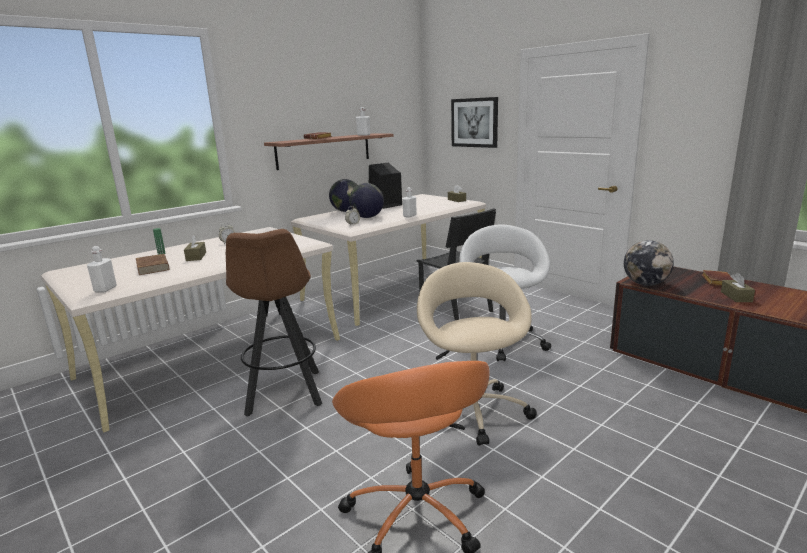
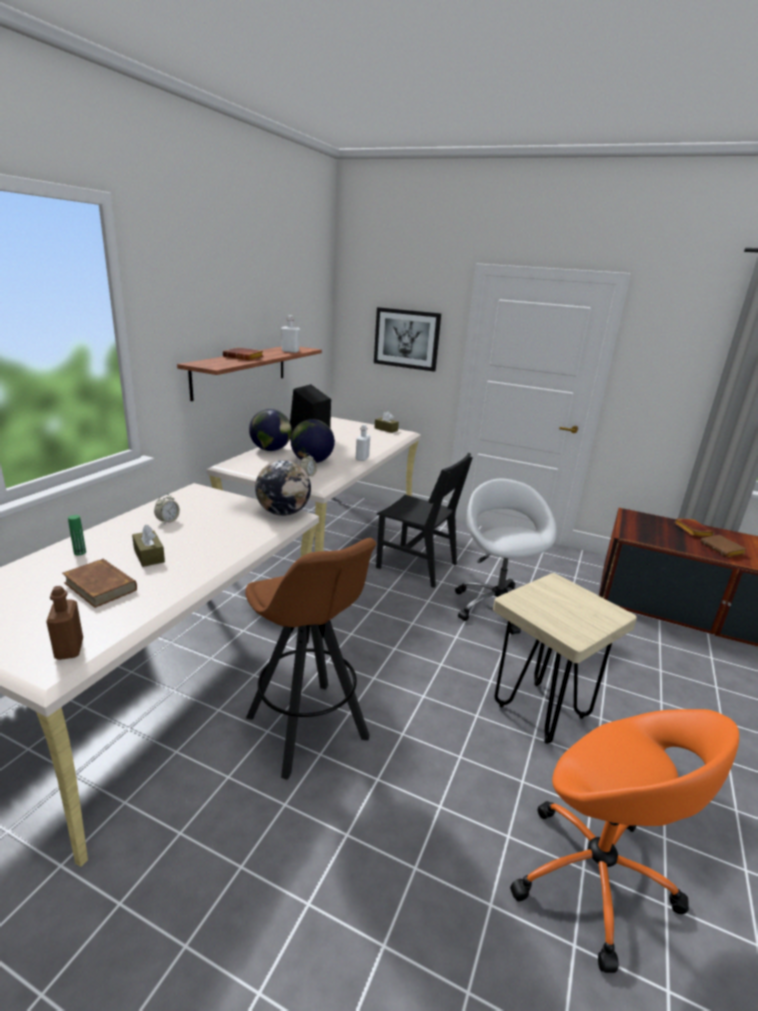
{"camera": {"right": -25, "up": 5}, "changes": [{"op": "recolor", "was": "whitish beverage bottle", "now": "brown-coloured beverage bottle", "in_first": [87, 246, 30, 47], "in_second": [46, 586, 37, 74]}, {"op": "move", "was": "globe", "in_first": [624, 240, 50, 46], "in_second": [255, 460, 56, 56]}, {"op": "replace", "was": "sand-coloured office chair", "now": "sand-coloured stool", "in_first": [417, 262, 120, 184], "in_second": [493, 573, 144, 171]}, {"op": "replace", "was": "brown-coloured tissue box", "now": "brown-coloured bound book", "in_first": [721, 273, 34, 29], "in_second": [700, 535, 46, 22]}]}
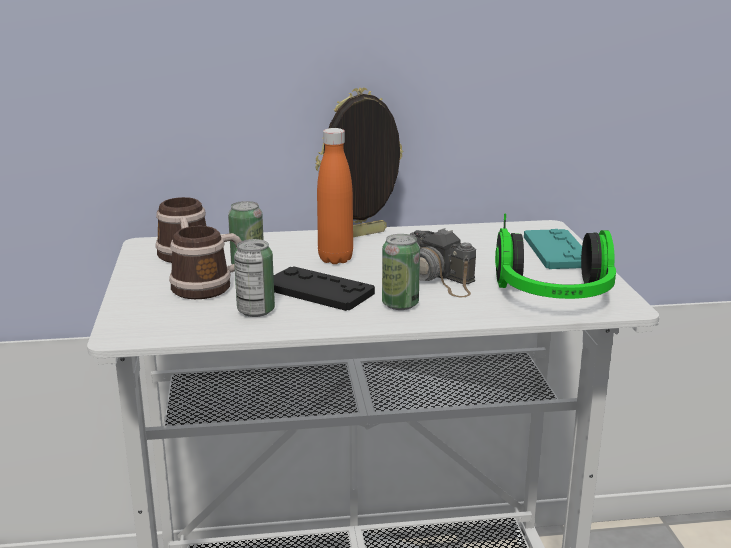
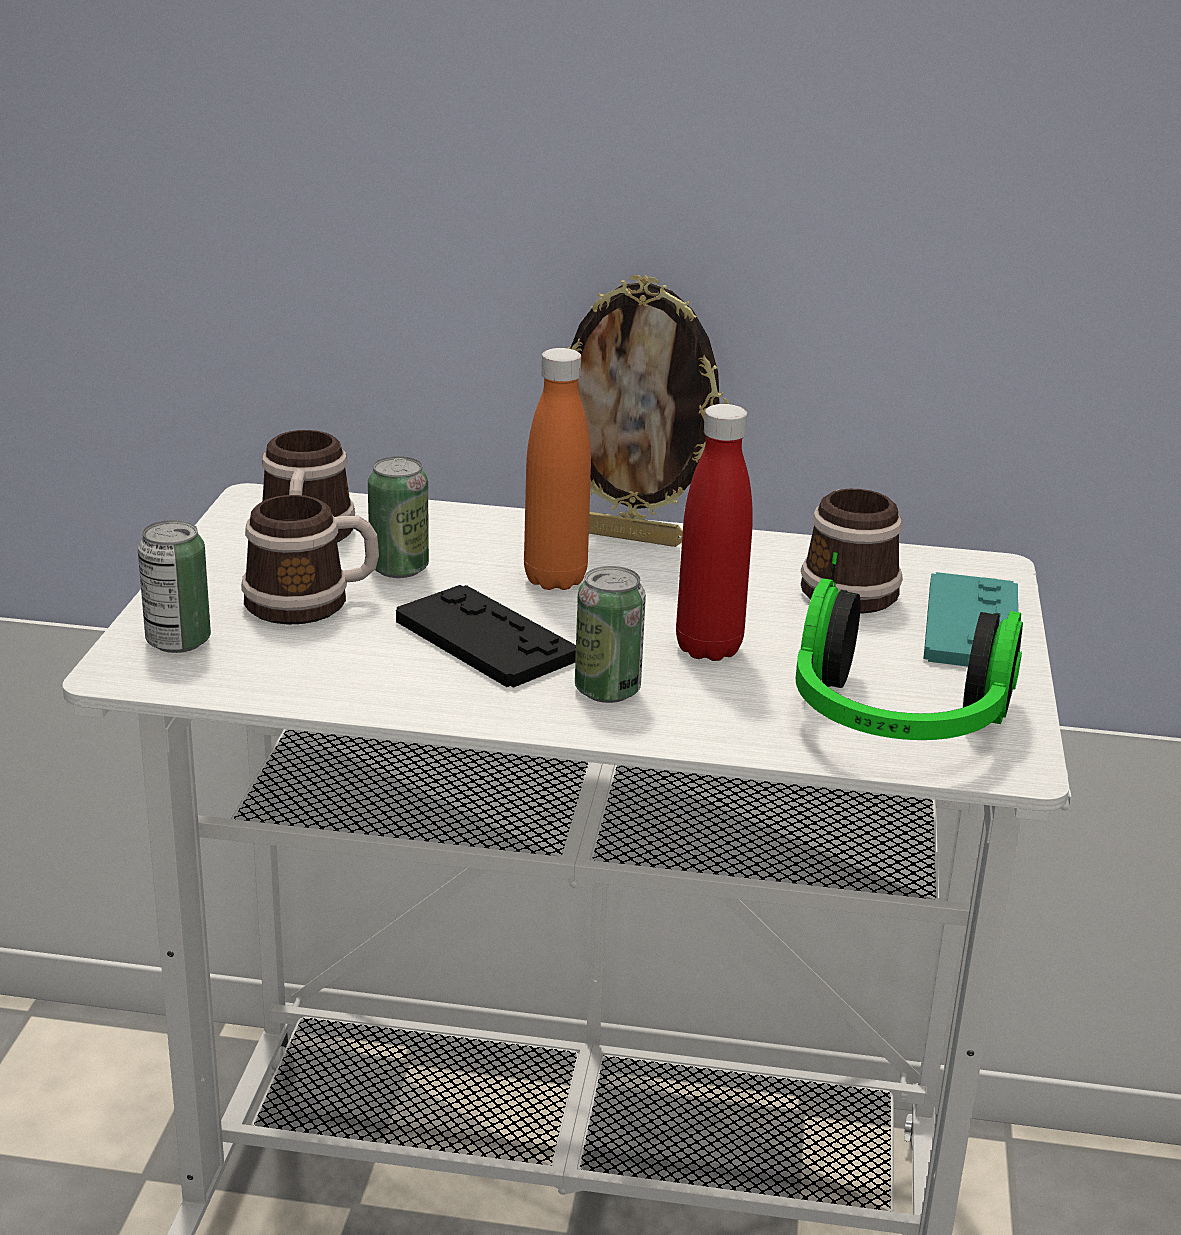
{"camera": {"right": 15, "up": 5}, "changes": [{"op": "move", "was": "can", "in_first": [234, 239, 41, 78], "in_second": [138, 520, 73, 133]}, {"op": "rotate", "was": "standing frame", "in_first": [316, 88, 87, 149], "in_second": [567, 274, 162, 273], "clockwise": -150}, {"op": "replace", "was": "photo camera", "now": "red beverage bottle", "in_first": [410, 228, 66, 69], "in_second": [676, 404, 77, 257]}, {"op": "insert", "now": "coffee mug", "in_second": [801, 489, 102, 125]}]}
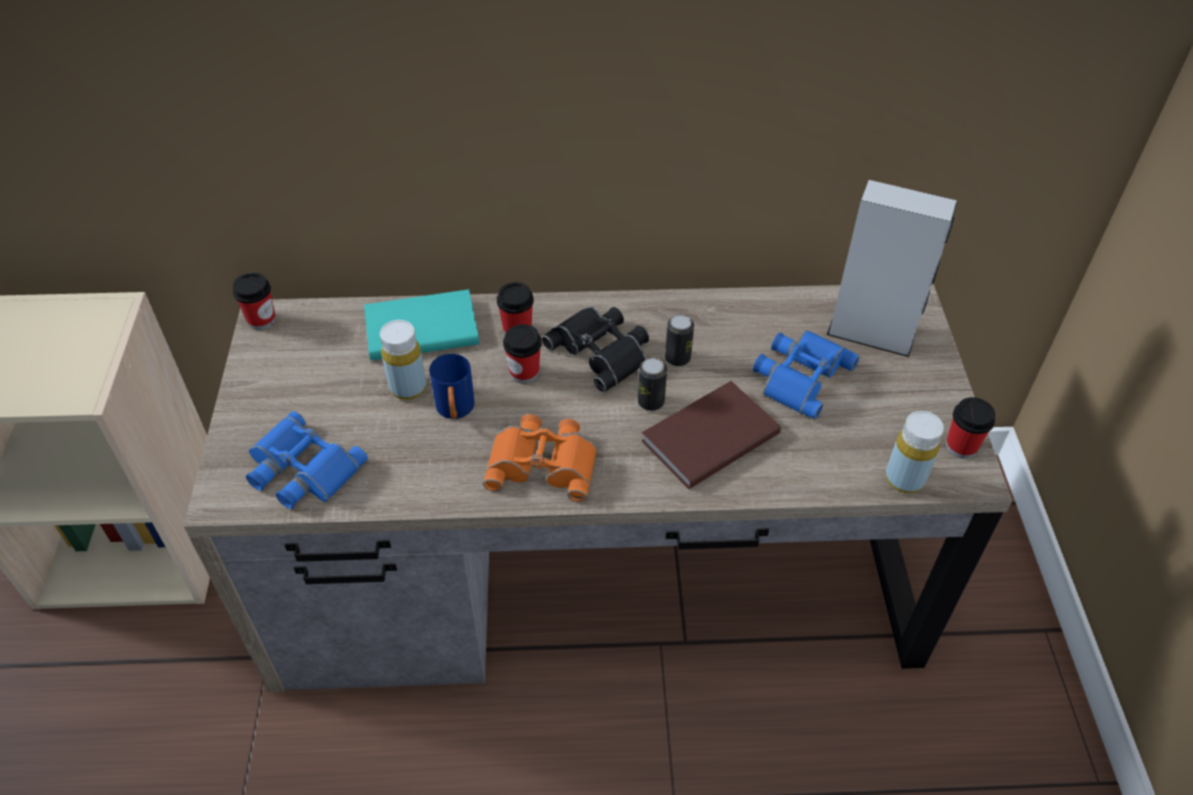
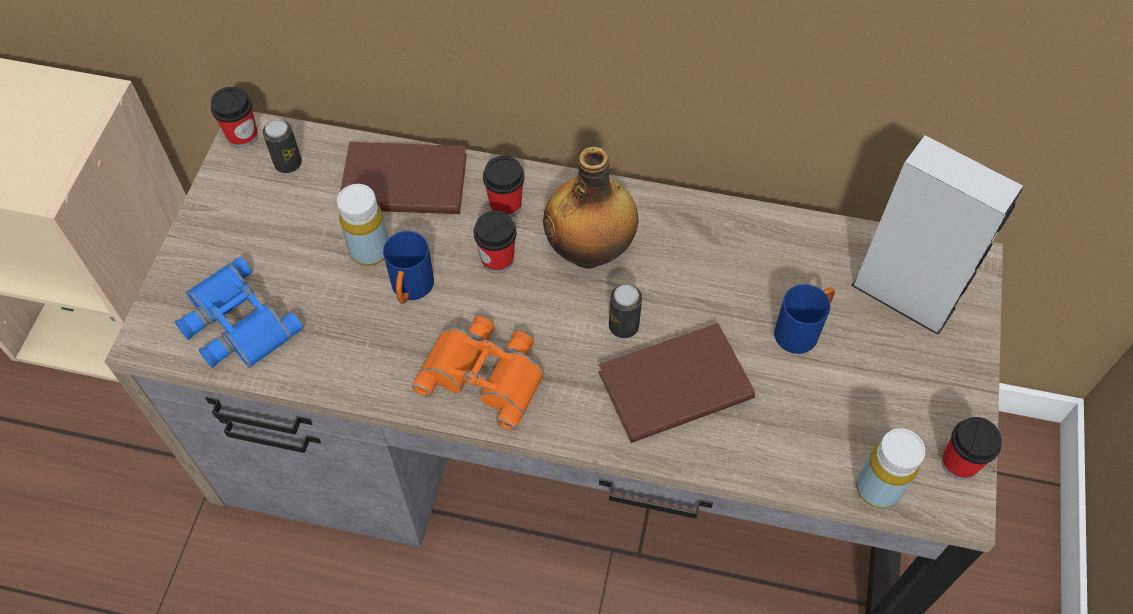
{"camera": {"right": 15, "up": 10}, "changes": [{"op": "move", "was": "can", "in_first": [665, 314, 29, 52], "in_second": [263, 119, 39, 54]}, {"op": "recolor", "was": "turquoise-coloured bound book", "now": "brown-coloured bound book", "in_first": [364, 289, 115, 72], "in_second": [340, 142, 127, 72]}, {"op": "replace", "was": "black-coloured pair of binoculars", "now": "beverage bottle", "in_first": [542, 307, 107, 85], "in_second": [543, 147, 96, 122]}, {"op": "replace", "was": "bluish pair of binoculars", "now": "bluish coffee mug", "in_first": [753, 330, 106, 89], "in_second": [774, 284, 61, 70]}]}
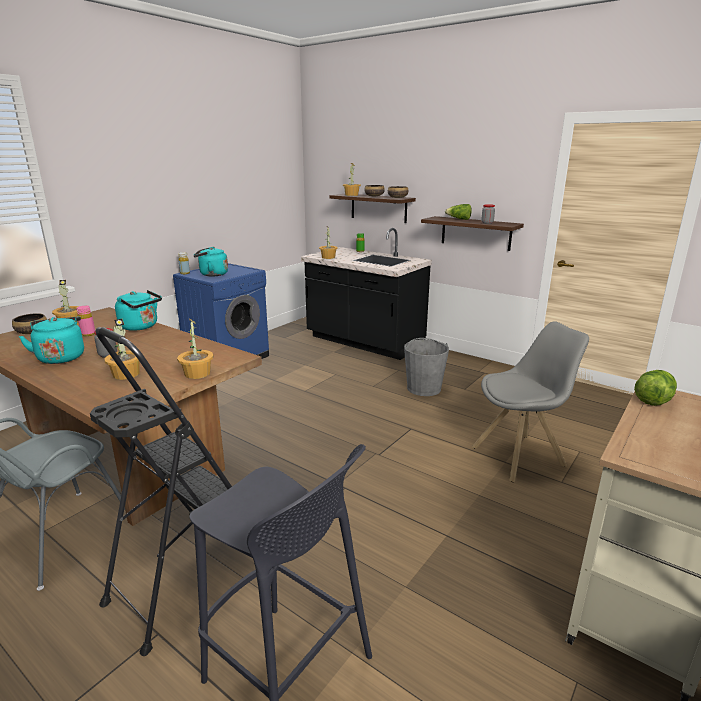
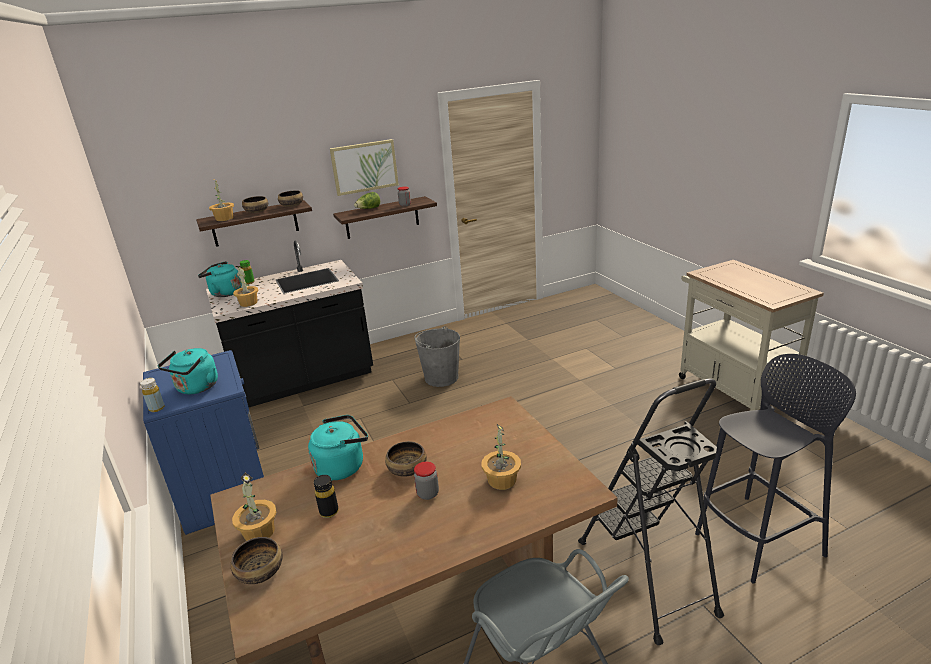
{"camera": {"right": -60, "up": 5}, "changes": [{"op": "move", "was": "turquoise-coloured water kettle", "in_first": [19, 316, 65, 48], "in_second": [198, 261, 44, 36]}, {"op": "recolor", "was": "pink-coloured beverage bottle", "now": "black-coloured beverage bottle", "in_first": [76, 306, 19, 30], "in_second": [314, 475, 25, 43]}, {"op": "insert", "now": "picture", "in_second": [330, 139, 69, 57]}, {"op": "insert", "now": "serving bowl", "in_second": [385, 441, 42, 36]}, {"op": "delete", "was": "potted plant", "in_first": [177, 318, 36, 61]}, {"op": "delete", "was": "grey upright chair", "in_first": [472, 321, 117, 161]}, {"op": "delete", "was": "head of lettuce", "in_first": [634, 370, 43, 36]}]}
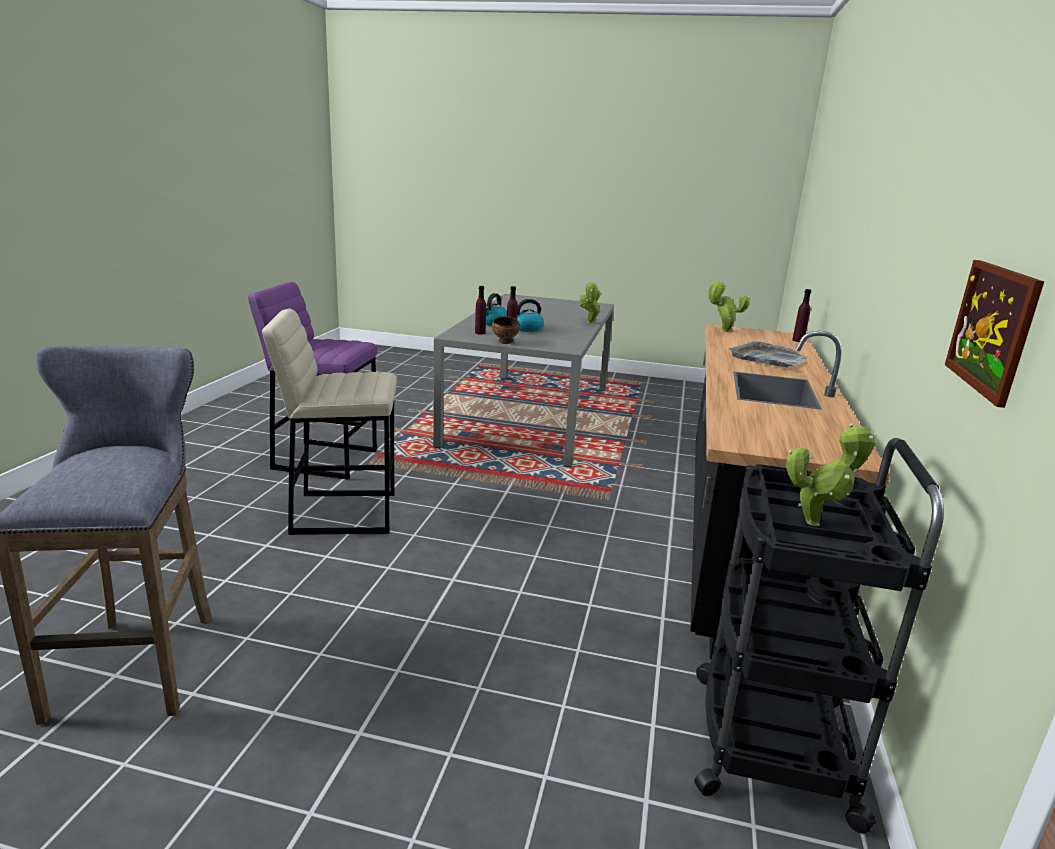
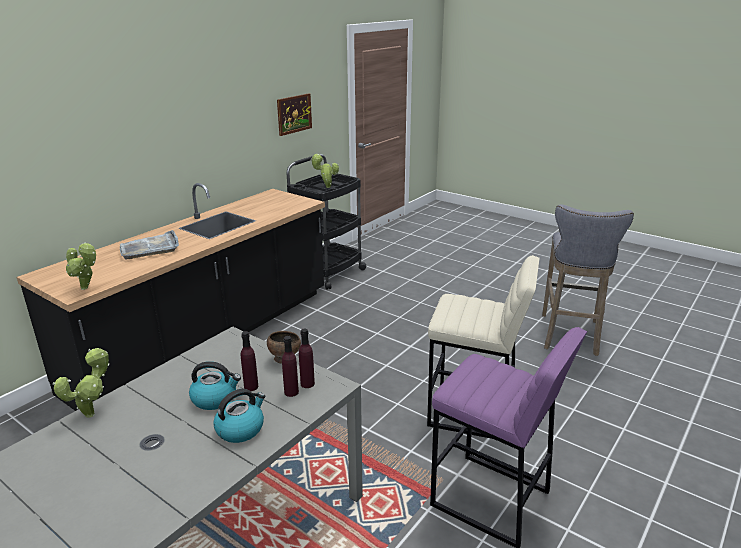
{"camera": {"right": -155, "up": 5}, "changes": [{"op": "move", "was": "purplish beverage bottle", "in_first": [792, 289, 19, 53], "in_second": [299, 329, 16, 59]}]}
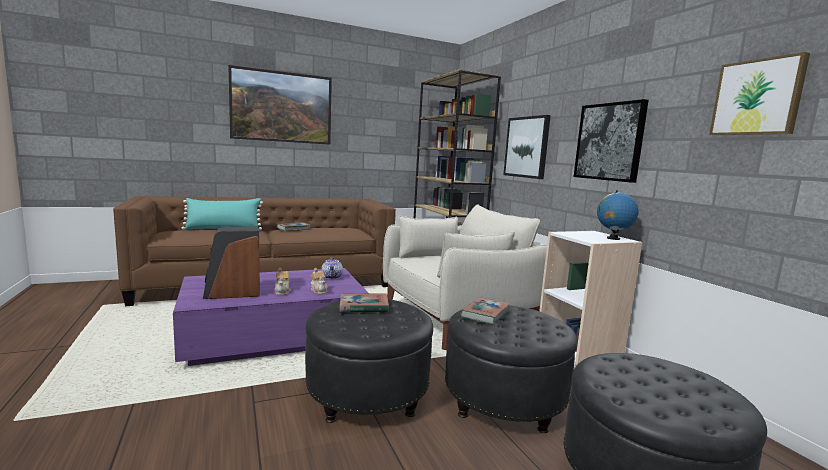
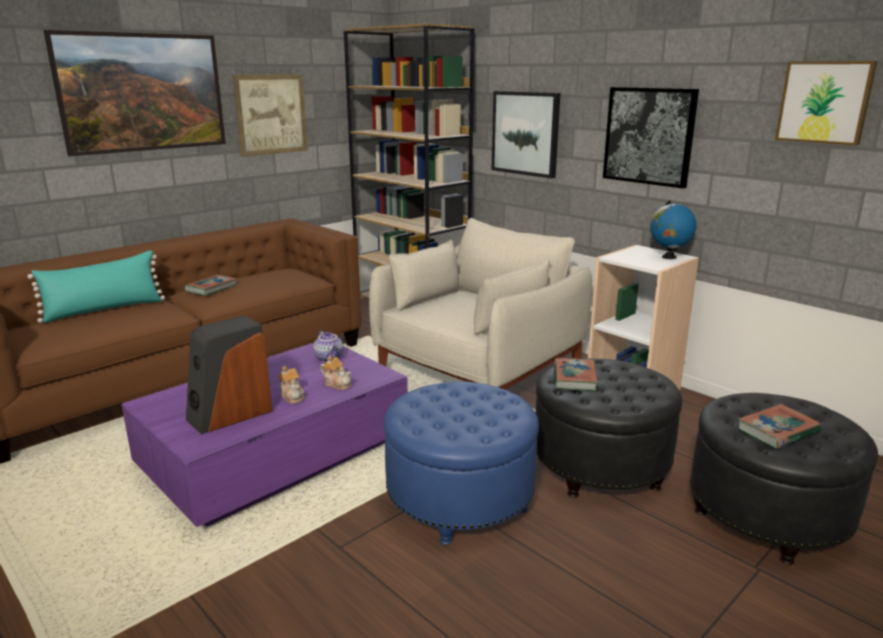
{"camera": {"right": -20, "up": 10}, "changes": [{"op": "insert", "now": "picture", "in_second": [233, 74, 75, 83]}, {"op": "recolor", "was": "black-coloured pouffe", "now": "bluish pouffe", "in_first": [305, 299, 128, 124], "in_second": [384, 382, 155, 163]}, {"op": "move", "was": "bound book", "in_first": [339, 293, 50, 19], "in_second": [737, 404, 85, 45]}]}
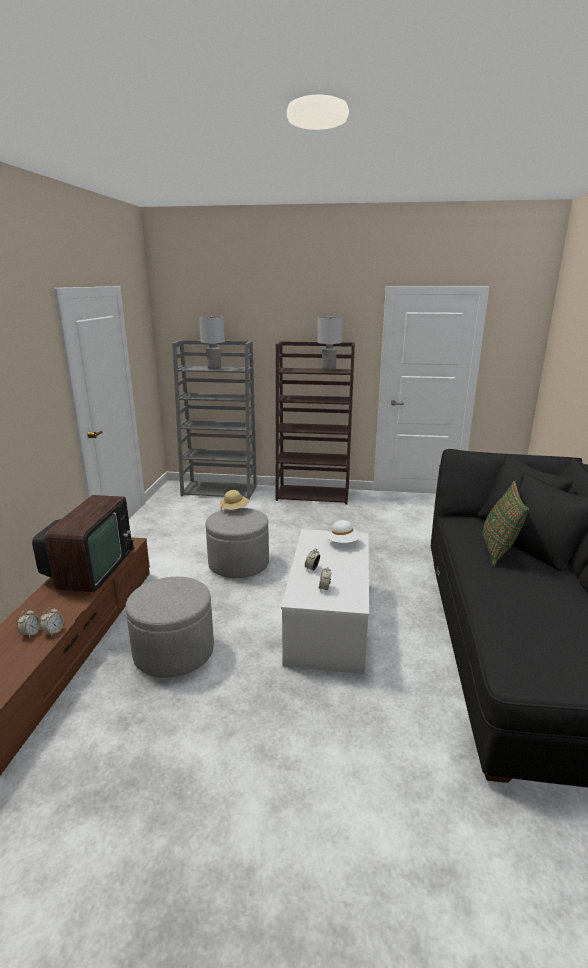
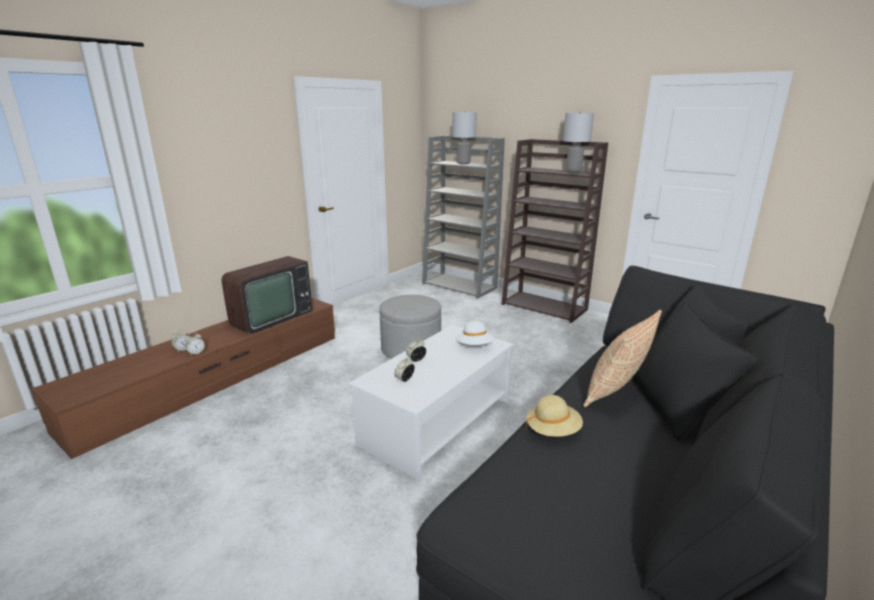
{"camera": {"right": 30, "up": 0}, "changes": [{"op": "move", "was": "sand-coloured hat", "in_first": [220, 490, 30, 23], "in_second": [526, 395, 57, 42]}, {"op": "recolor", "was": "green-coloured pillow", "now": "sand-coloured pillow", "in_first": [482, 481, 47, 86], "in_second": [583, 310, 79, 97]}, {"op": "delete", "was": "grey pouffe", "in_first": [126, 577, 88, 101]}]}
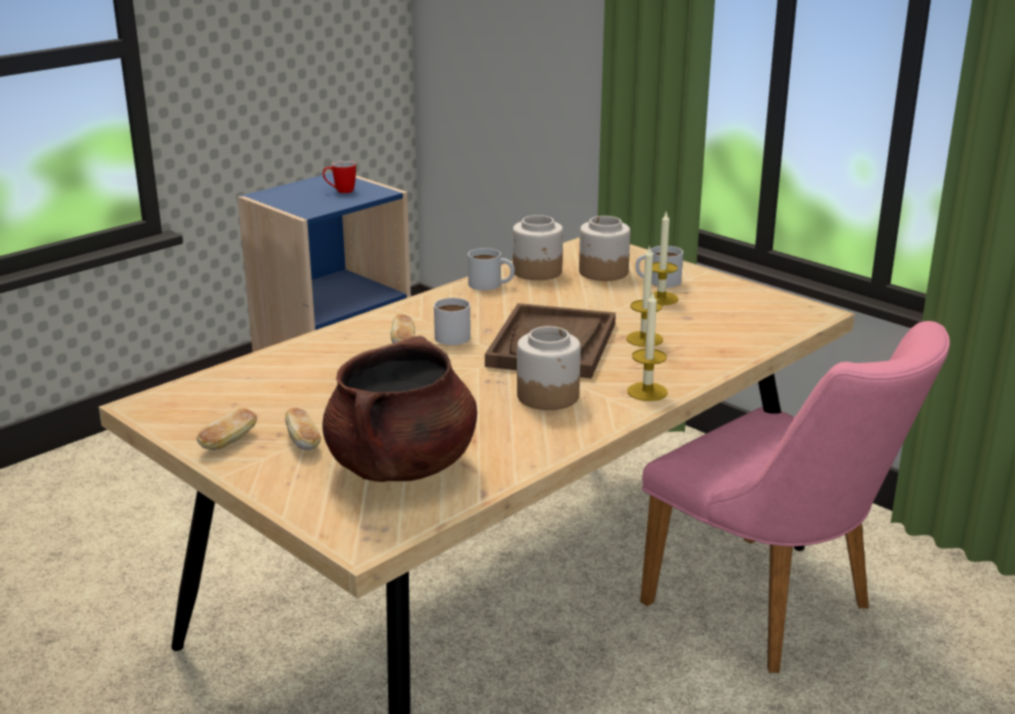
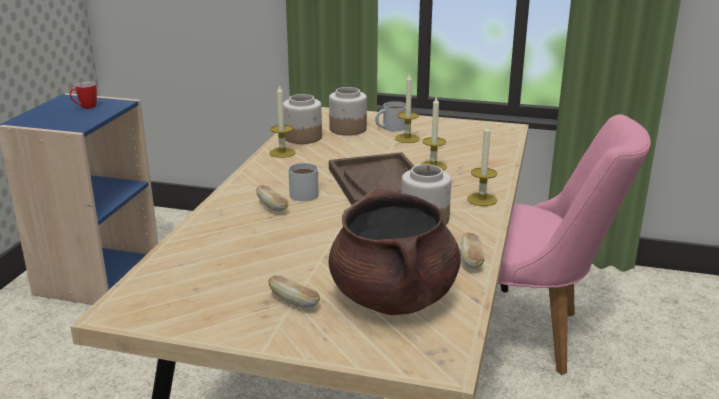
{"camera": {"right": -30, "up": 0}, "changes": [{"op": "replace", "was": "whitish coffee mug", "now": "wax light", "in_first": [468, 248, 47, 42], "in_second": [270, 84, 25, 74]}, {"op": "move", "was": "bread", "in_first": [197, 408, 60, 42], "in_second": [460, 233, 24, 35]}]}
